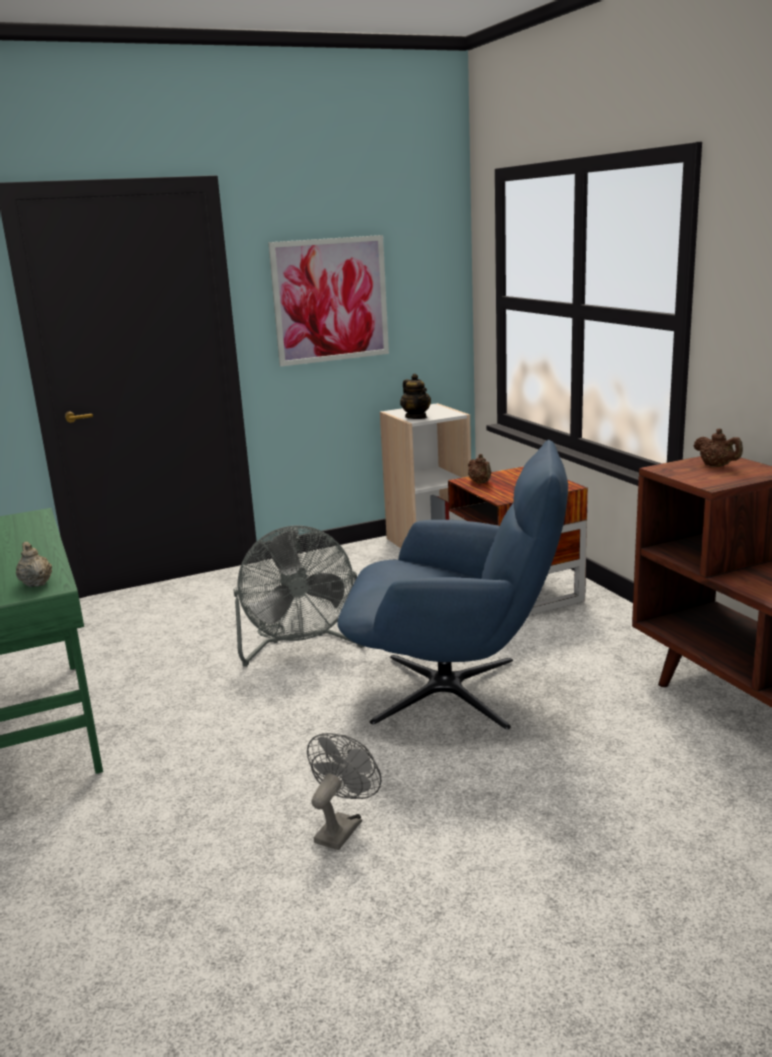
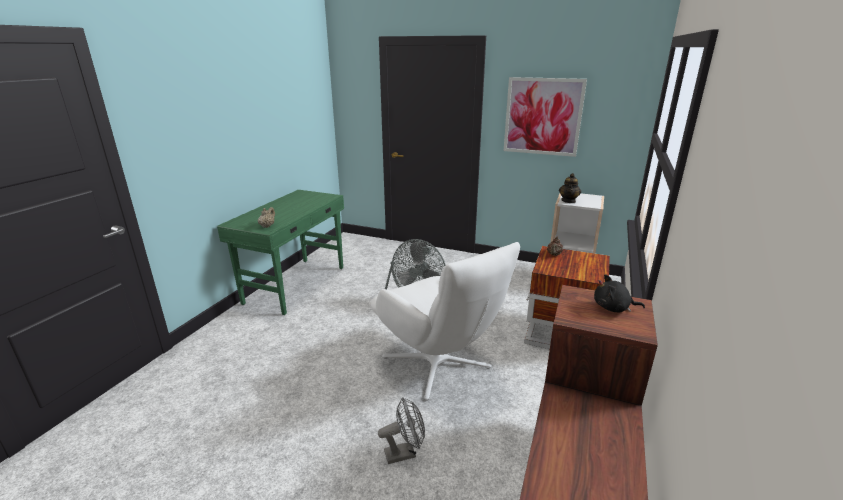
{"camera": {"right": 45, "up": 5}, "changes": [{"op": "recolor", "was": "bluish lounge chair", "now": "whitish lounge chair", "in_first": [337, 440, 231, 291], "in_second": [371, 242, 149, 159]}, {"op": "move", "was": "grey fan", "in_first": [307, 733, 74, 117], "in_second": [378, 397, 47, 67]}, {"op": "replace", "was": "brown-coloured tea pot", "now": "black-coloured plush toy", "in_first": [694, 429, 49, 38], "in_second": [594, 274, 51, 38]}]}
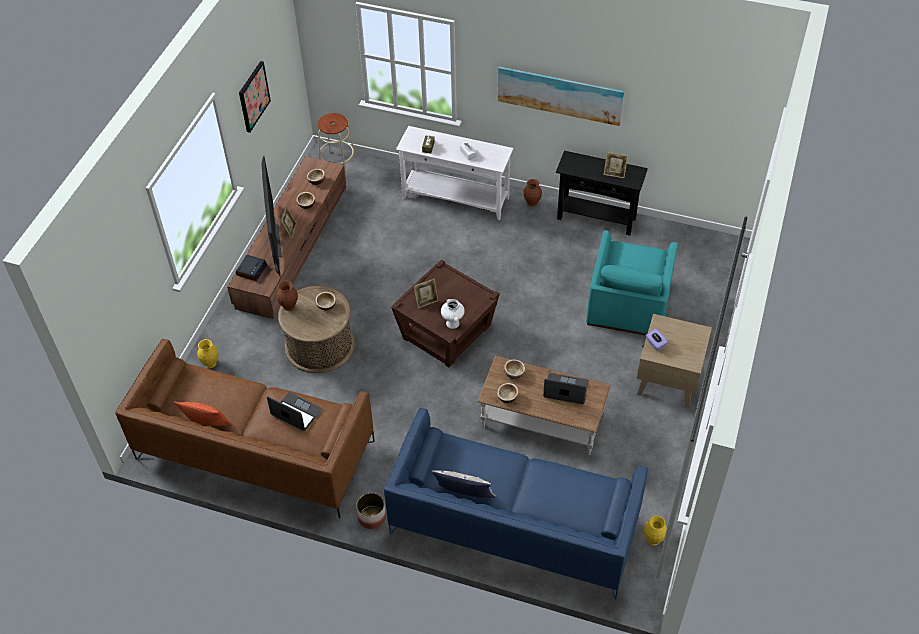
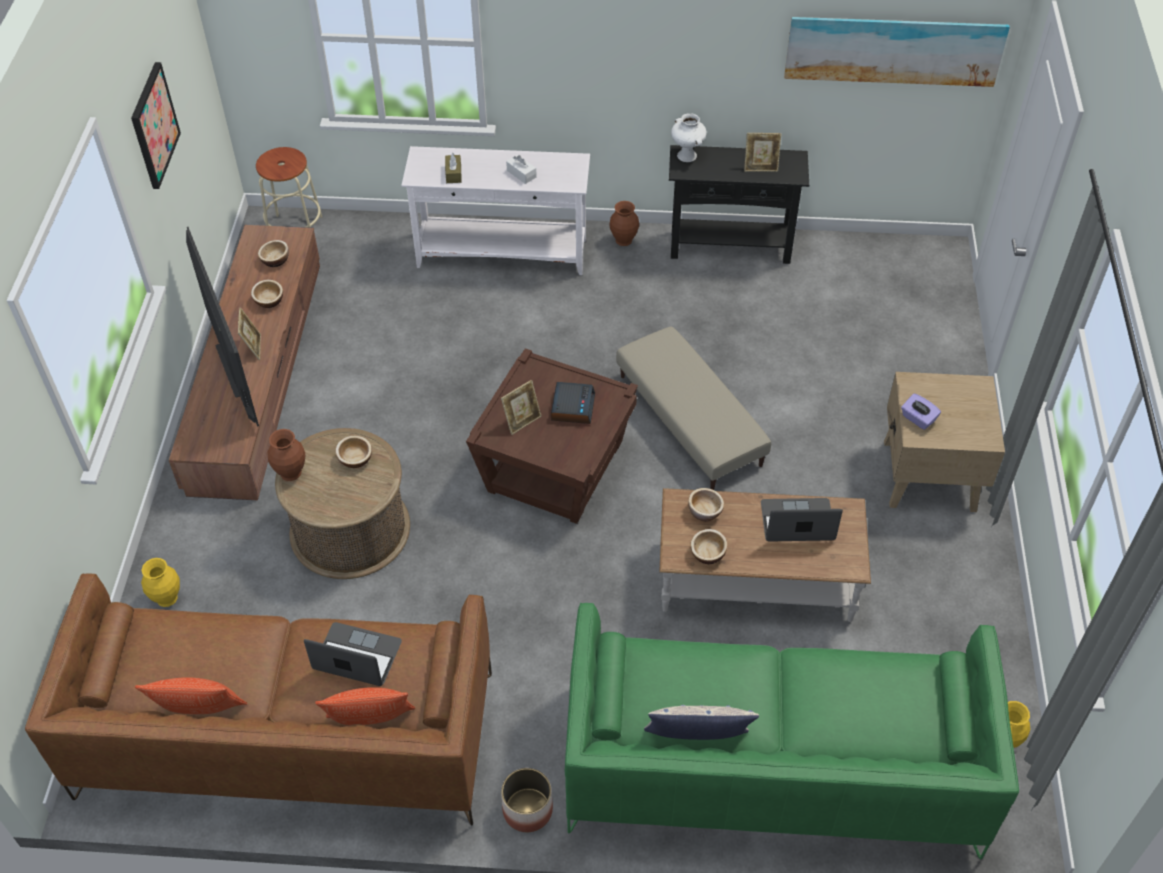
{"camera": {"right": -15, "up": 0}, "changes": [{"op": "insert", "now": "orange-coloured pillow", "in_second": [315, 687, 100, 38]}, {"op": "move", "was": "bedside clock", "in_first": [236, 255, 31, 26], "in_second": [551, 382, 44, 42]}, {"op": "recolor", "was": "bluish settee", "now": "green-coloured settee", "in_first": [384, 408, 264, 191], "in_second": [565, 603, 454, 256]}, {"op": "insert", "now": "sand-coloured pouffe", "in_second": [616, 326, 155, 164]}, {"op": "move", "was": "whitish vase", "in_first": [441, 299, 24, 30], "in_second": [671, 113, 36, 49]}, {"op": "move", "was": "picture", "in_first": [498, 67, 126, 59], "in_second": [784, 17, 226, 70]}, {"op": "delete", "was": "turquoise-coloured lounge chair", "in_first": [586, 230, 92, 106]}]}
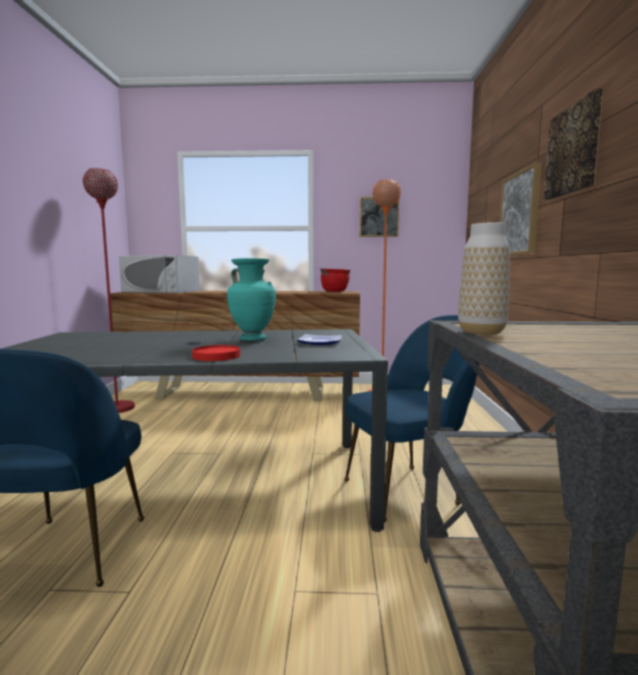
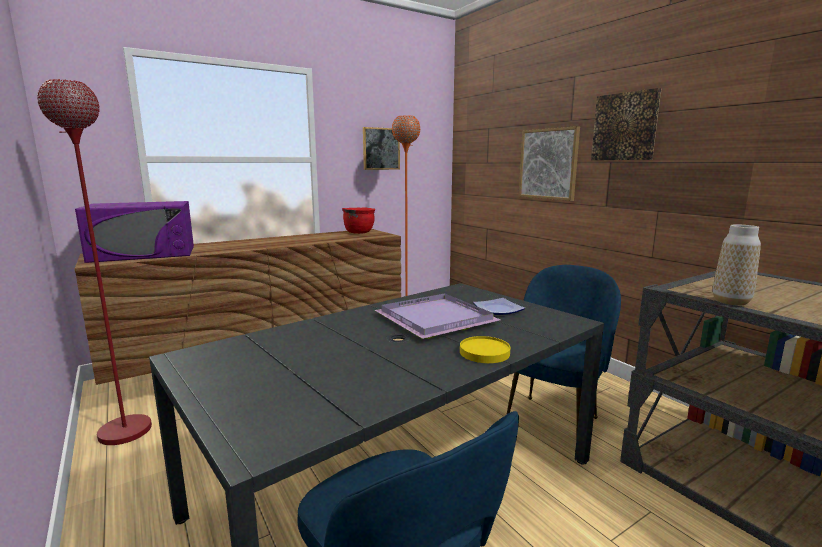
{"camera": {"right": -35, "up": 5}, "changes": [{"op": "recolor", "was": "whitish microwave oven", "now": "purplish microwave oven", "in_first": [119, 255, 81, 38], "in_second": [75, 201, 119, 62]}, {"op": "replace", "was": "turquoise-coloured vase", "now": "purplish serving tray", "in_first": [227, 258, 49, 83], "in_second": [375, 293, 125, 46]}, {"op": "recolor", "was": "red plate", "now": "yellow-coloured plate", "in_first": [192, 345, 48, 16], "in_second": [460, 336, 51, 27]}]}
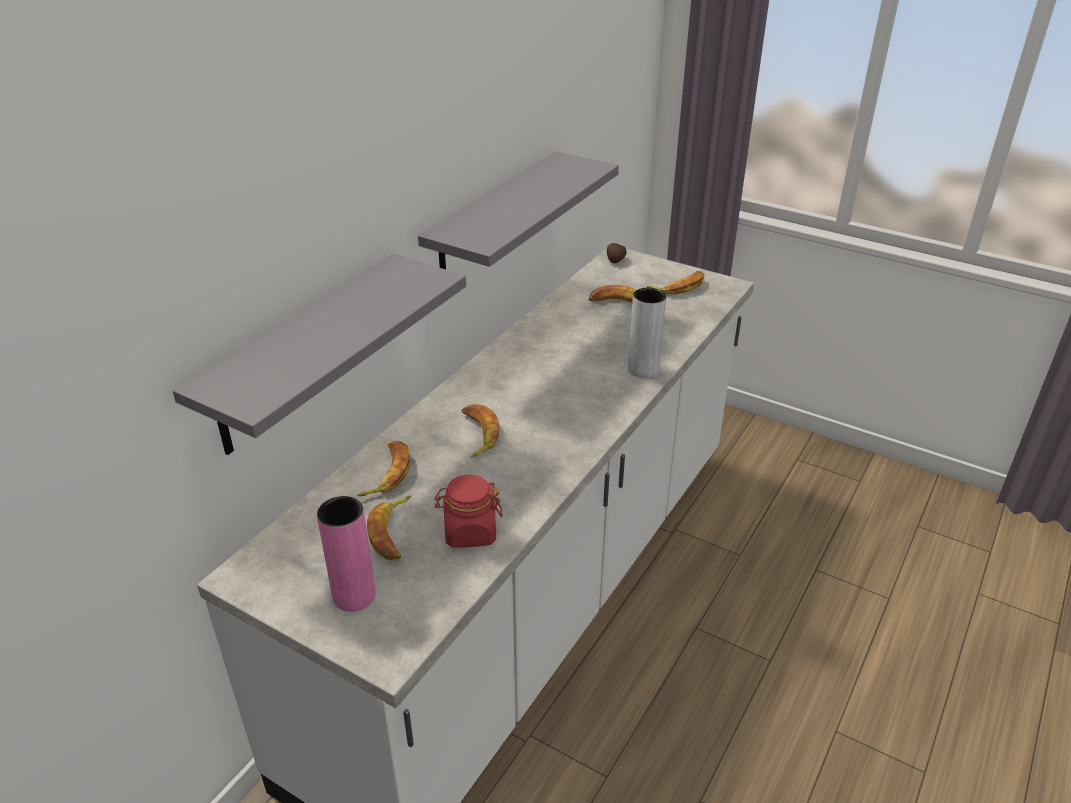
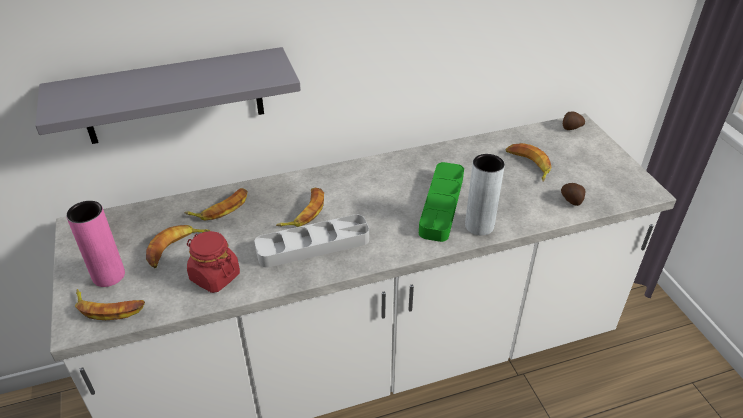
{"camera": {"right": 40, "up": 5}, "changes": [{"op": "move", "was": "banana", "in_first": [647, 271, 58, 23], "in_second": [75, 289, 70, 31]}, {"op": "insert", "now": "grey serving tray", "in_second": [255, 214, 114, 53]}, {"op": "insert", "now": "green-coloured serving tray", "in_second": [419, 162, 45, 80]}, {"op": "insert", "now": "potato", "in_second": [561, 183, 24, 23]}, {"op": "delete", "was": "grey bracket shelf", "in_first": [418, 151, 201, 118]}]}
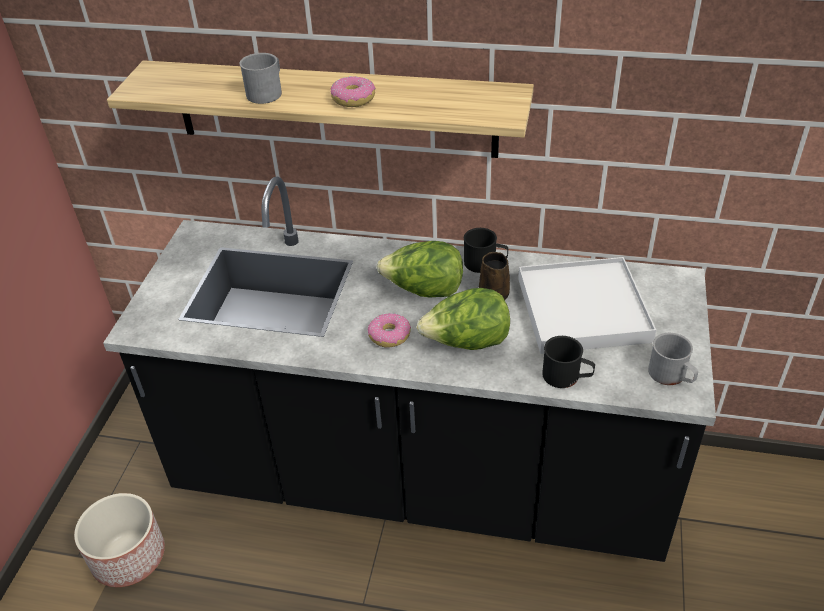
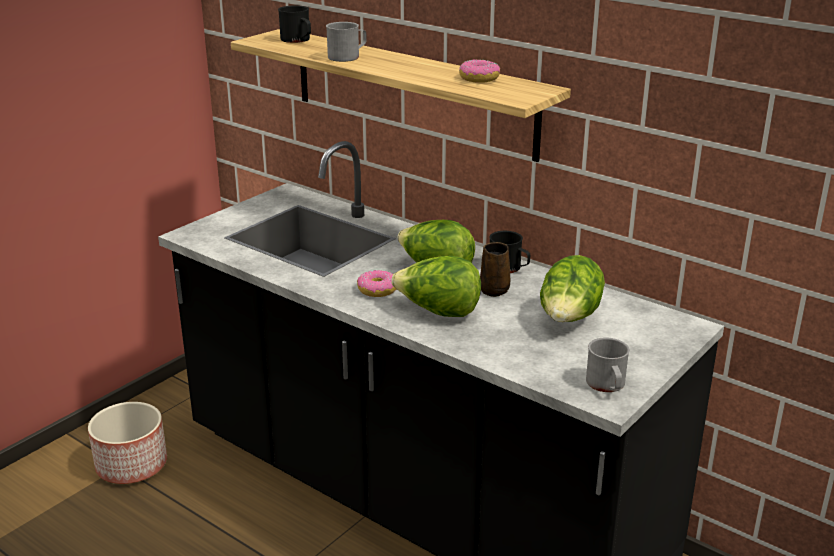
{"camera": {"right": 25, "up": -15}, "changes": [{"op": "move", "was": "black-coloured coffee mug", "in_first": [542, 336, 53, 52], "in_second": [278, 5, 33, 38]}, {"op": "move", "was": "donut", "in_first": [331, 76, 45, 31], "in_second": [459, 59, 41, 24]}, {"op": "replace", "was": "whitish serving tray", "now": "head of lettuce", "in_first": [518, 257, 138, 97], "in_second": [540, 255, 65, 67]}]}
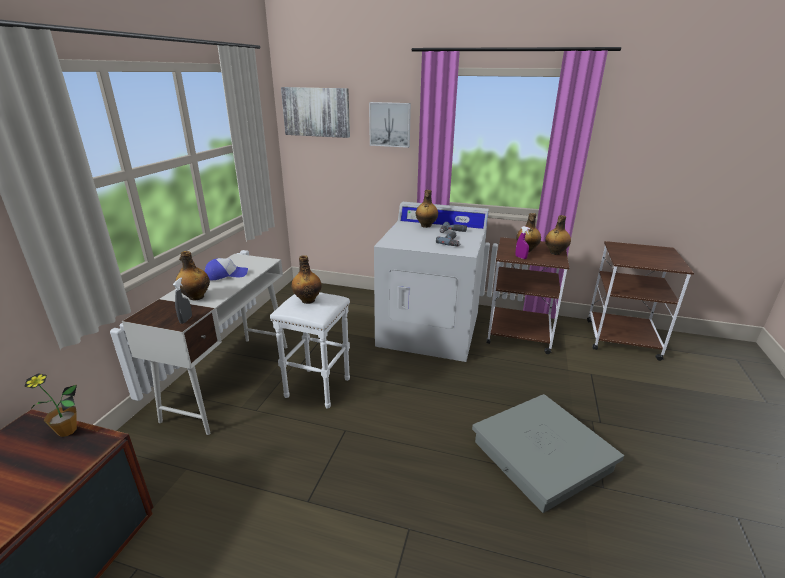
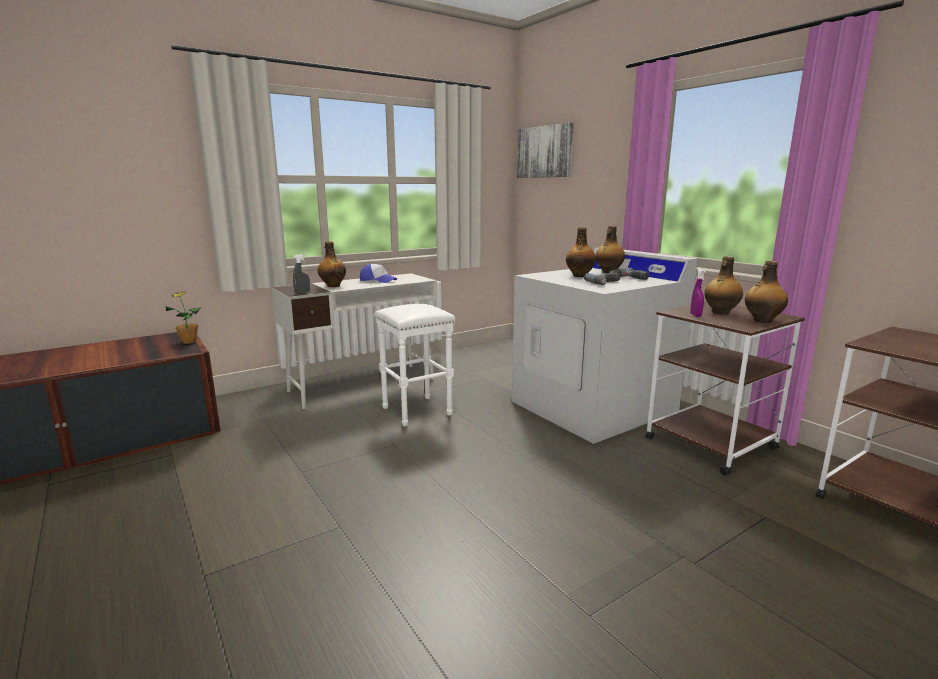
{"camera": {"right": 40, "up": -10}, "changes": [{"op": "move", "was": "beverage bottle", "in_first": [291, 255, 31, 49], "in_second": [566, 227, 30, 50]}, {"op": "delete", "was": "picture", "in_first": [369, 102, 42, 46]}, {"op": "delete", "was": "grey storage bin", "in_first": [472, 394, 152, 119]}]}
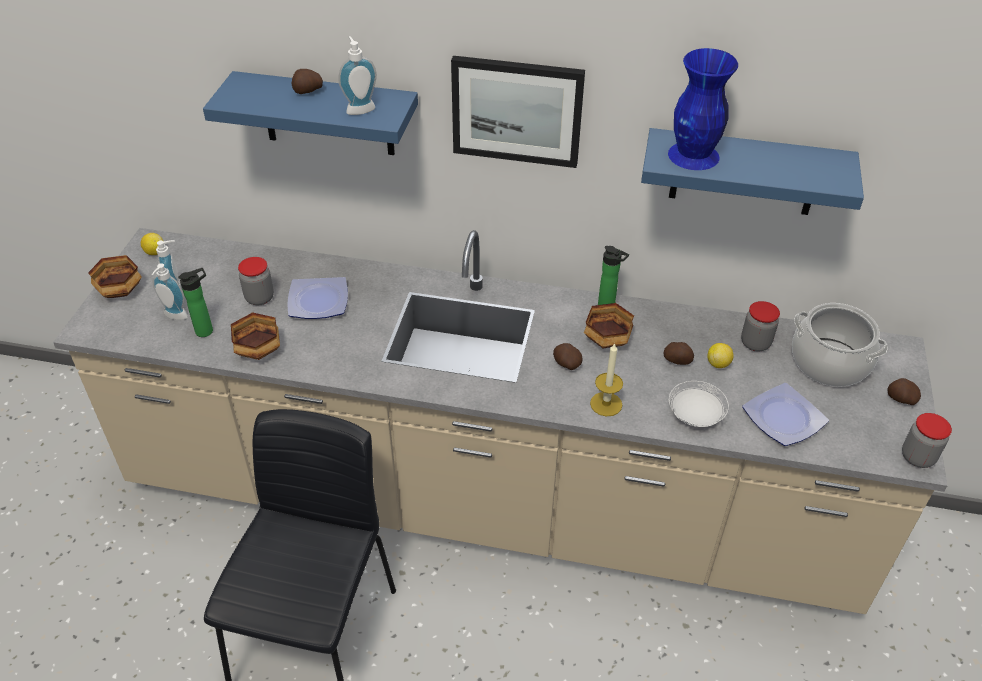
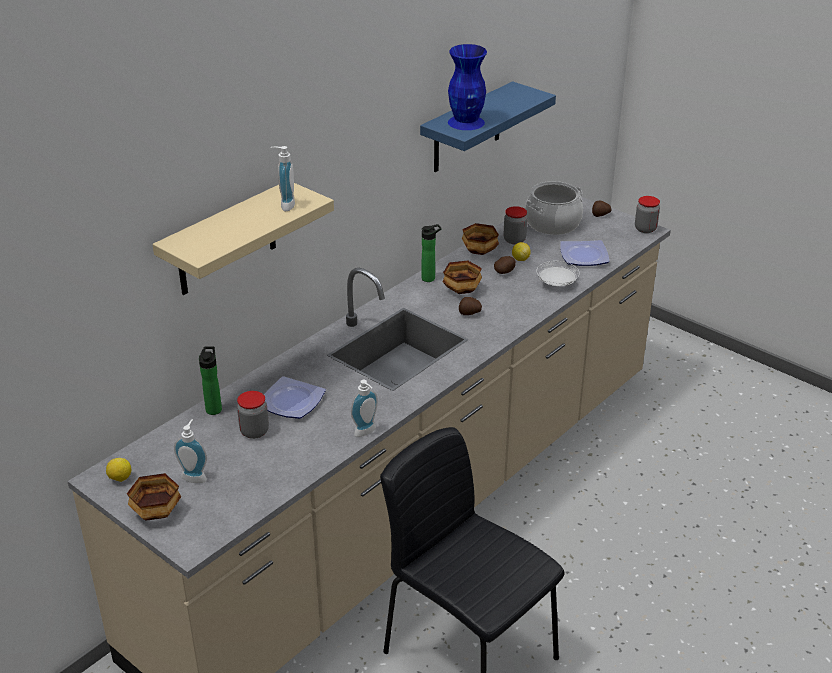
{"camera": {"right": -60, "up": -10}, "changes": [{"op": "recolor", "was": "bluish bracket shelf", "now": "sand-coloured bracket shelf", "in_first": [203, 71, 215, 84], "in_second": [152, 183, 182, 112]}, {"op": "move", "was": "beverage bottle", "in_first": [178, 268, 35, 69], "in_second": [199, 346, 23, 69]}, {"op": "move", "was": "soap bottle", "in_first": [152, 263, 36, 57], "in_second": [351, 380, 27, 57]}, {"op": "move", "was": "serving bowl", "in_first": [231, 312, 49, 48], "in_second": [462, 223, 37, 32]}, {"op": "delete", "was": "potato", "in_first": [291, 69, 32, 25]}, {"op": "delete", "was": "picture", "in_first": [451, 56, 134, 112]}, {"op": "delete", "was": "wax light", "in_first": [590, 342, 33, 74]}]}
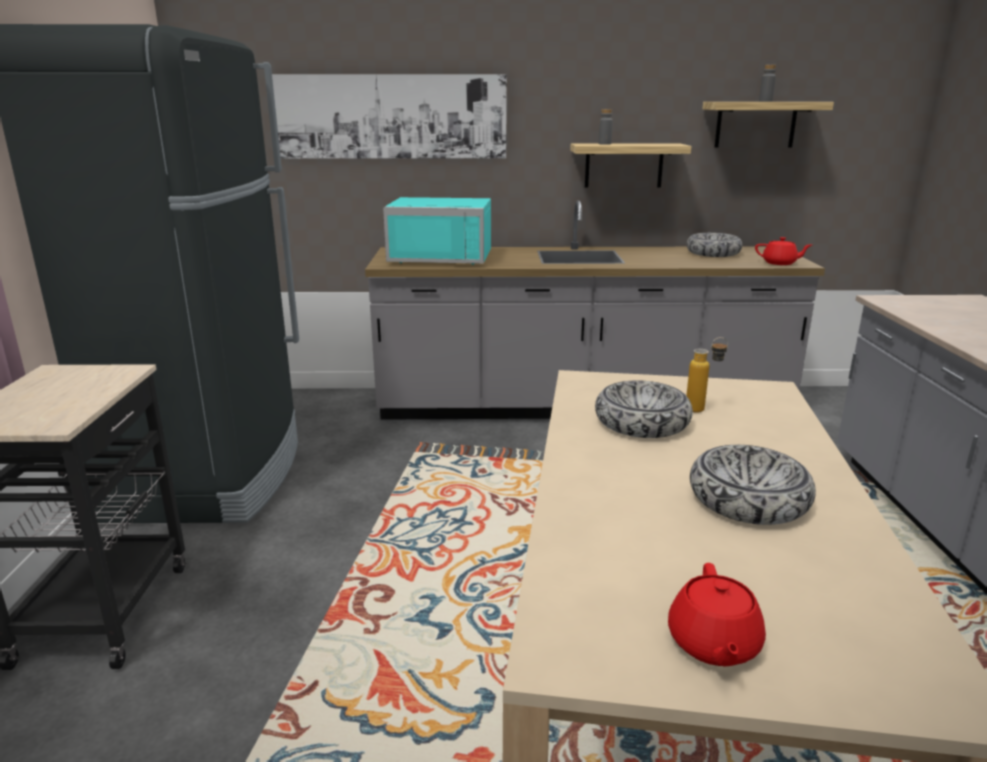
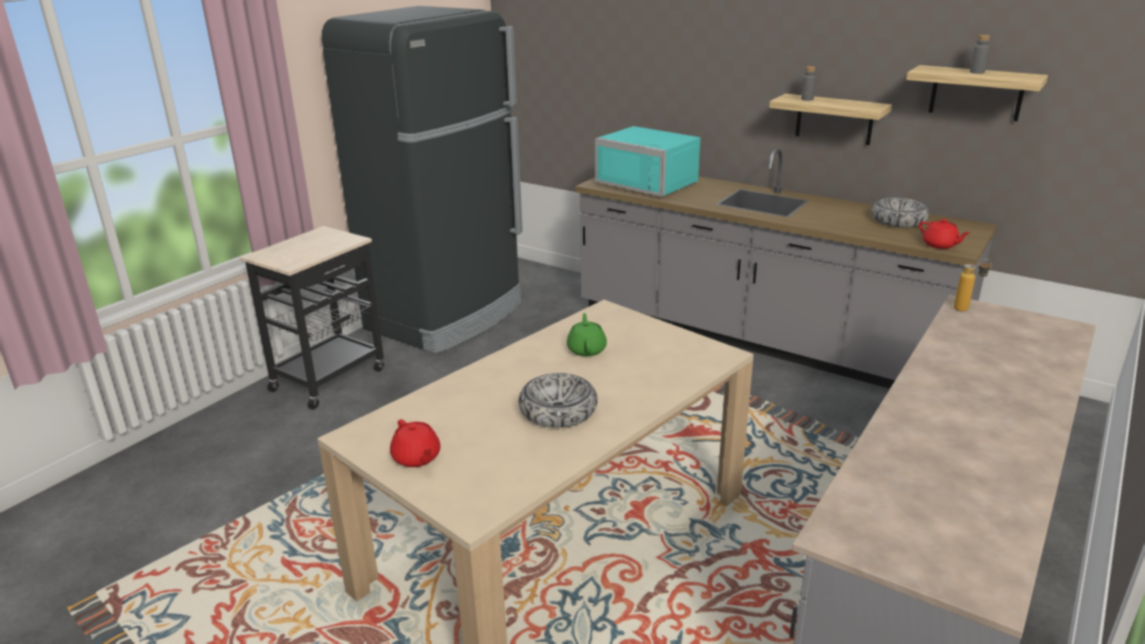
{"camera": {"right": 35, "up": 5}, "changes": [{"op": "rotate", "was": "red tea pot", "in_first": [668, 563, 98, 104], "in_second": [390, 419, 50, 48], "clockwise": -75}, {"op": "replace", "was": "serving bowl", "now": "green-coloured tea pot", "in_first": [595, 380, 98, 58], "in_second": [567, 313, 40, 43]}, {"op": "move", "was": "beverage bottle", "in_first": [686, 337, 42, 76], "in_second": [954, 259, 38, 52]}, {"op": "delete", "was": "picture", "in_first": [272, 74, 235, 85]}]}
